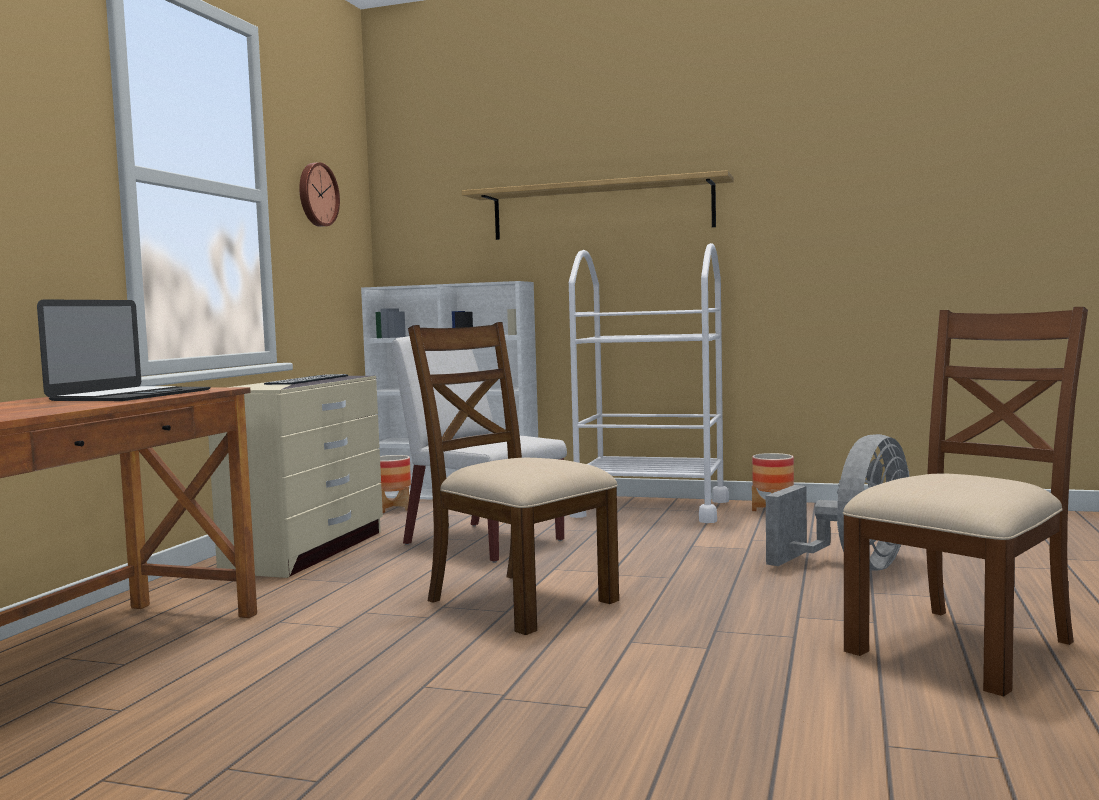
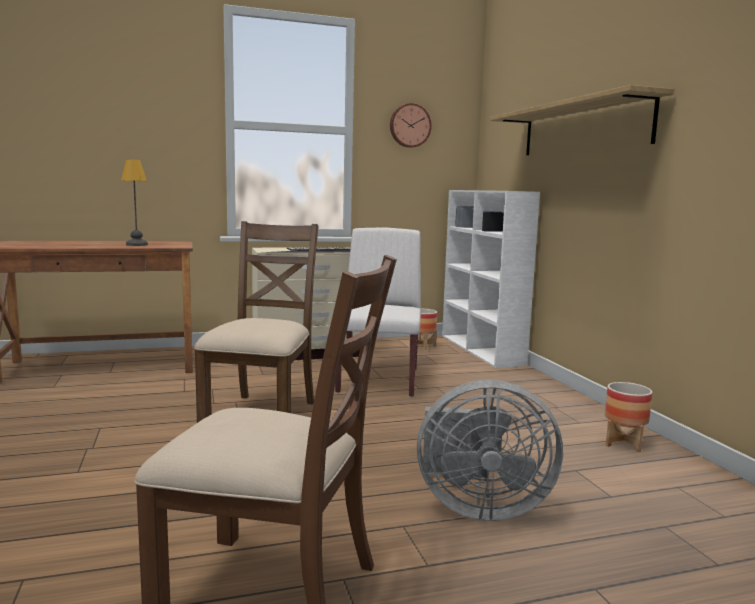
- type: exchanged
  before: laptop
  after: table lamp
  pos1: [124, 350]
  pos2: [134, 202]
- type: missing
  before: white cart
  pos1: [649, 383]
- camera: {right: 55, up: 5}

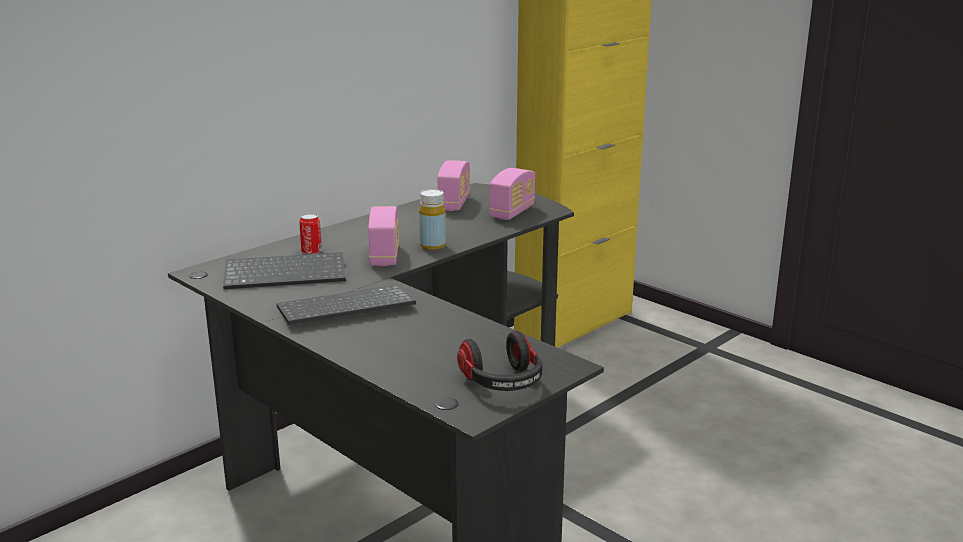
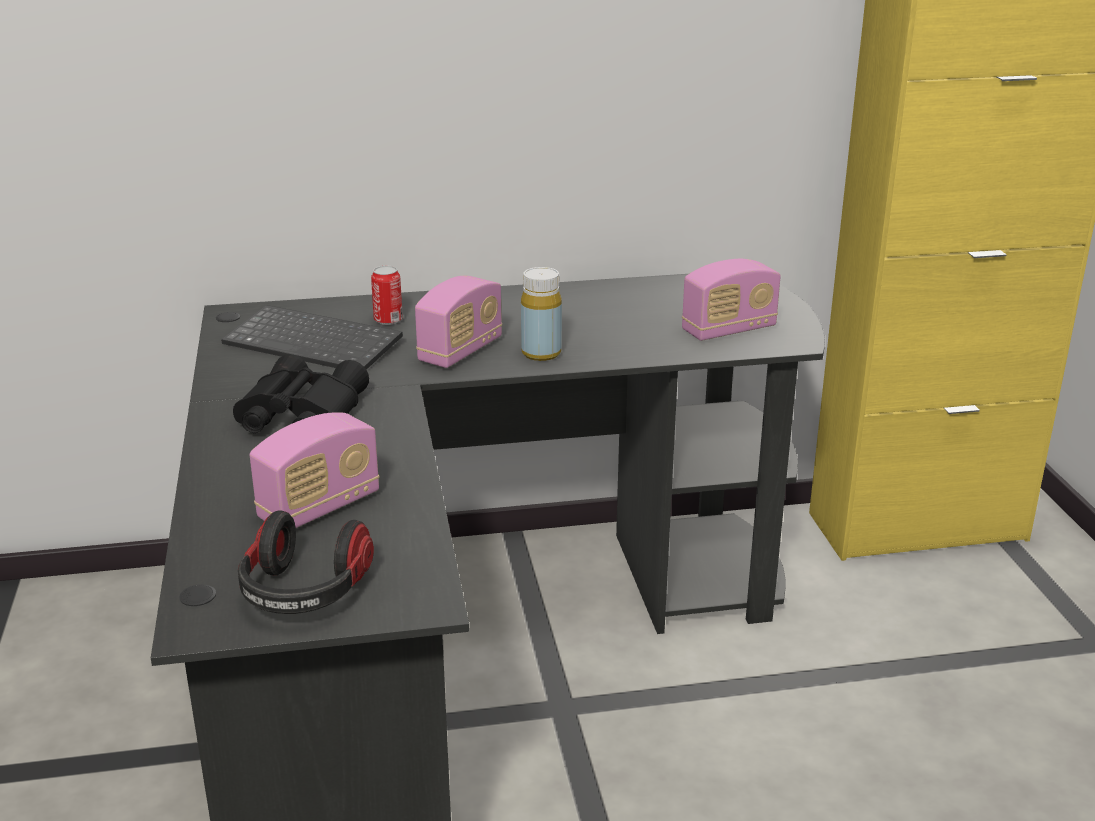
- type: exchanged
  before: keyboard
  after: black binoculars
  pos1: [346, 305]
  pos2: [301, 393]
- type: relocated
  before: radio
  pos1: [454, 185]
  pos2: [315, 470]
- camera: {right: 35, up: 5}

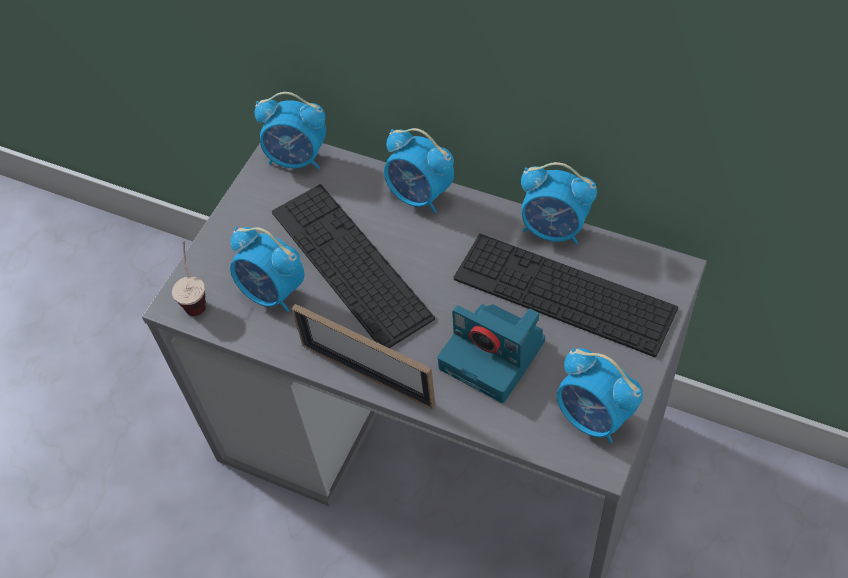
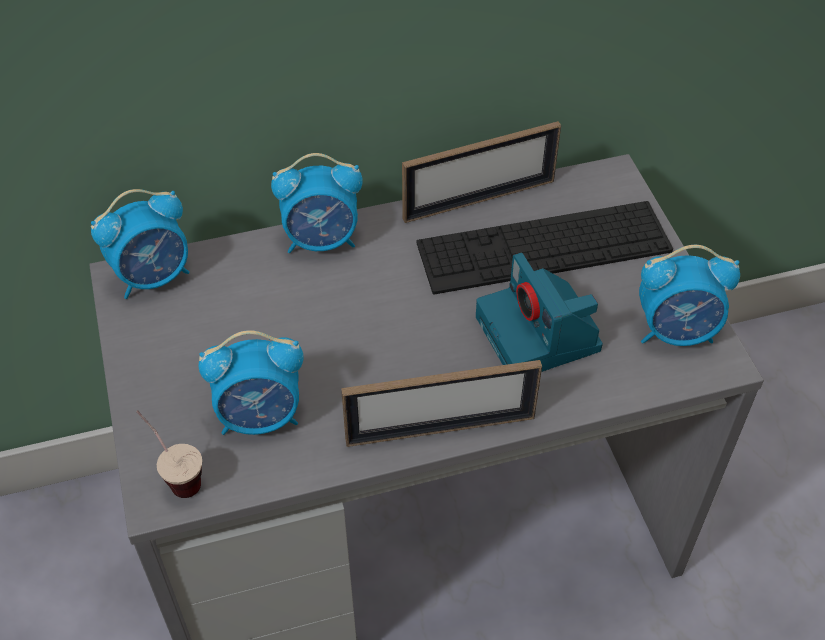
- type: exchanged
  before: alarm clock
  after: picture frame
  pos1: [559, 203]
  pos2: [481, 172]
- type: spun
  before: photo camera
  pos1: [491, 353]
  pos2: [539, 312]
  turn: 75
- type: missing
  before: keyboard
  pos1: [353, 266]
- camera: {right: -45, up: -5}

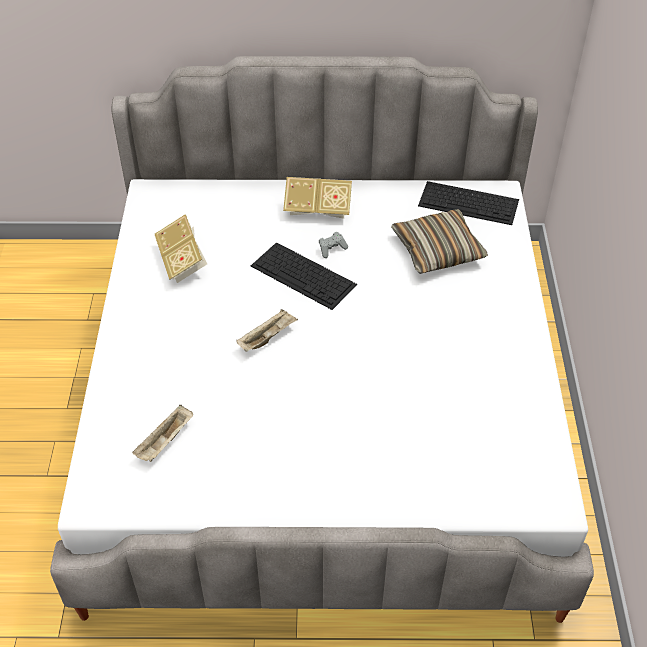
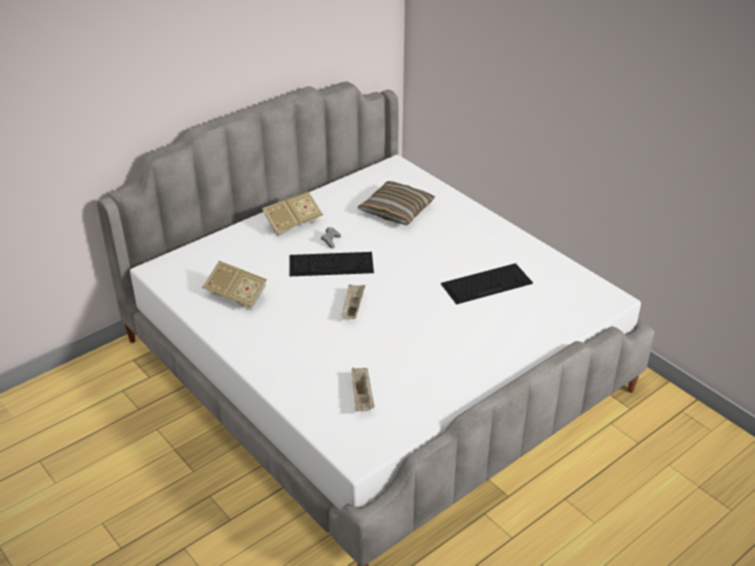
- type: relocated
  before: keyboard
  pos1: [468, 203]
  pos2: [487, 283]
- camera: {right: -40, up: -10}

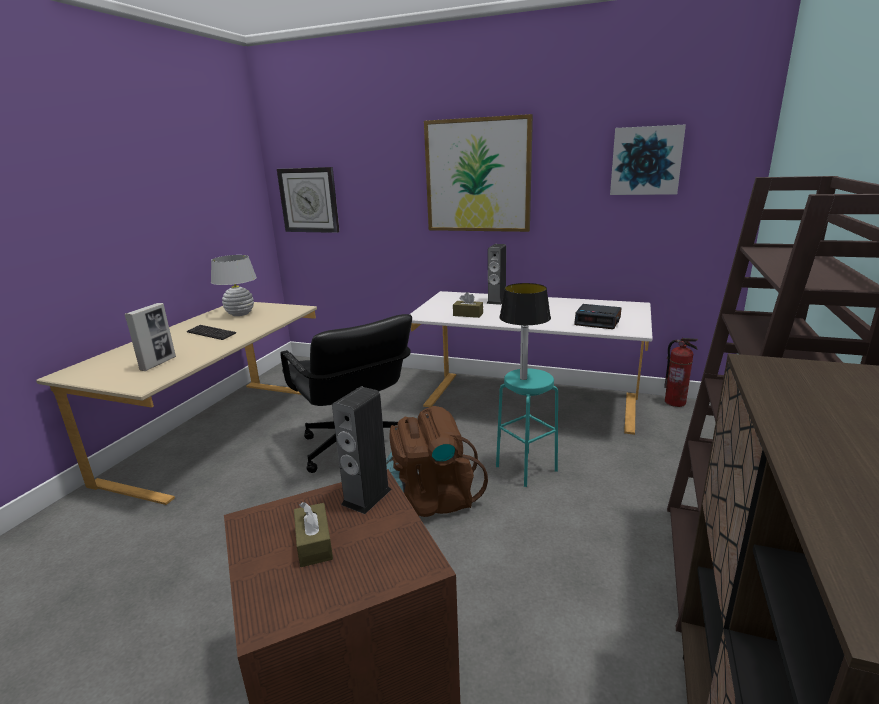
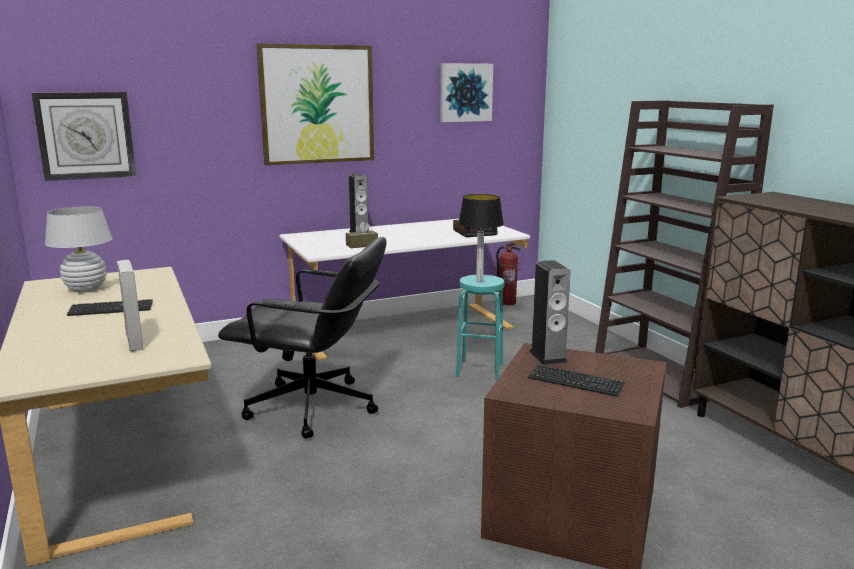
- type: exchanged
  before: brown tissue box
  after: keyboard
  pos1: [313, 534]
  pos2: [576, 380]
- type: missing
  before: brown backpack
  pos1: [437, 461]
- camera: {right: -45, up: -5}

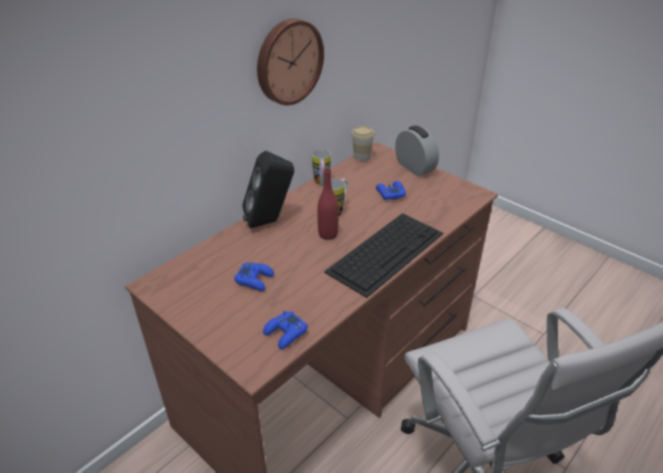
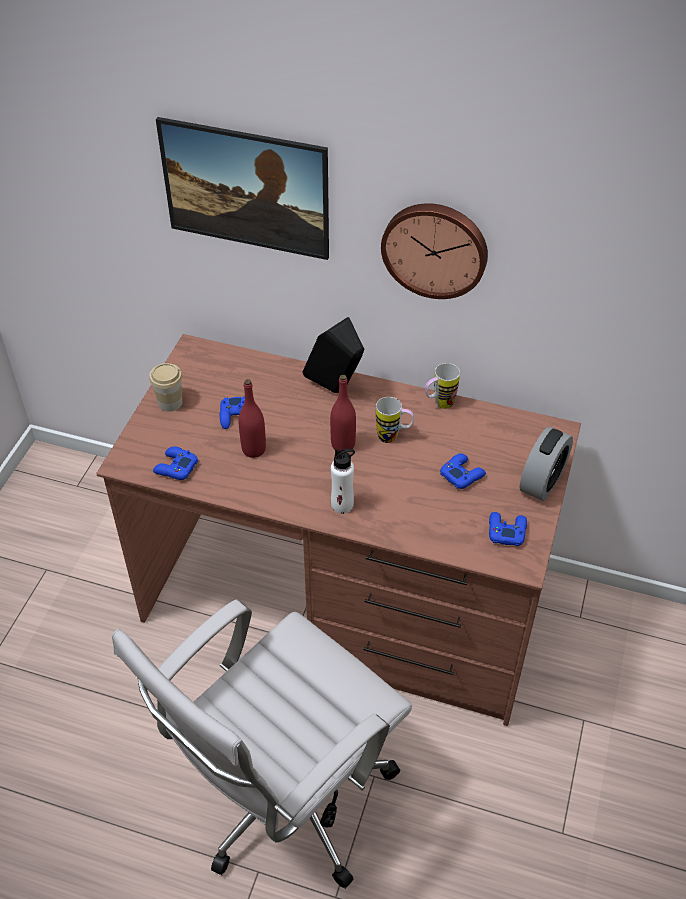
- type: relocated
  before: cup
  pos1: [362, 143]
  pos2: [166, 387]
- type: appeared
  after: picture
  pos2: [242, 188]
- type: appeared
  after: red bottle
  pos2: [252, 418]
- type: exchanged
  before: keyboard
  after: white bottle
  pos1: [383, 255]
  pos2: [343, 481]
- type: appeared
  after: blue game controller
  pos2: [508, 529]
- camera: {right: 65, up: 10}

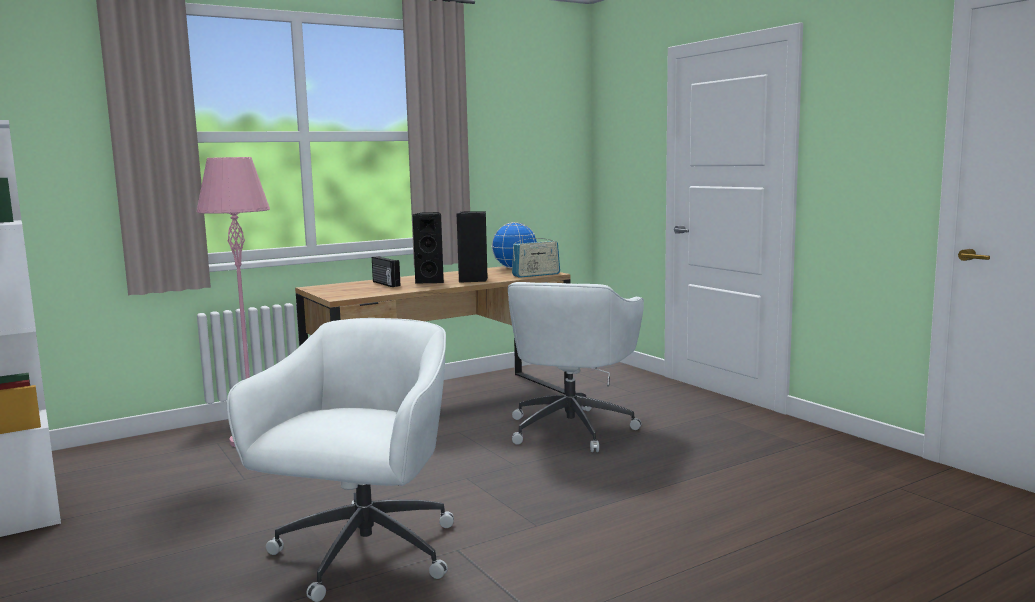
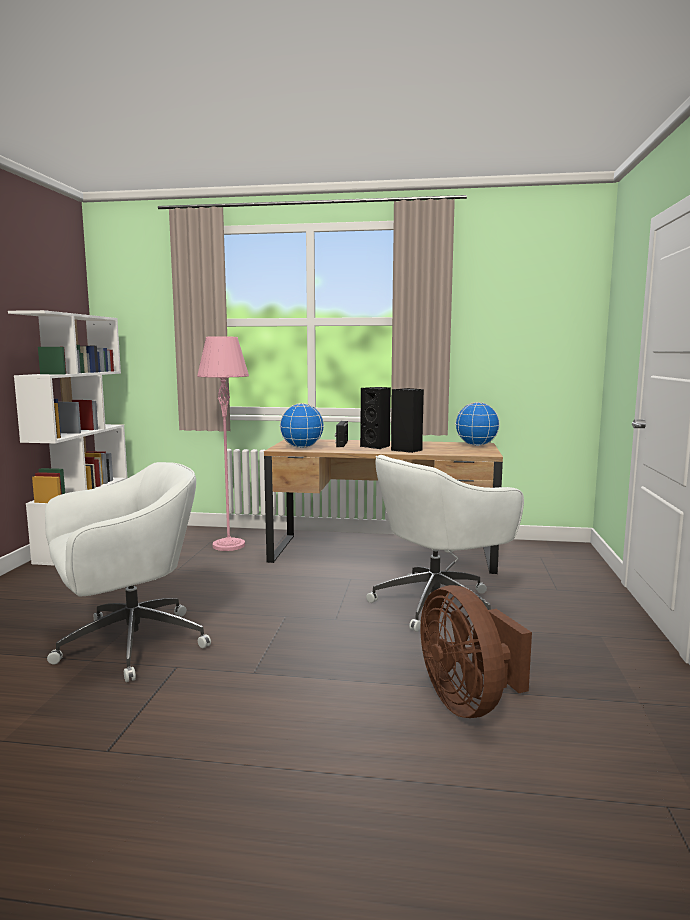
- type: appeared
  after: globe
  pos2: [302, 425]
- type: appeared
  after: brown fan
  pos2: [476, 651]
- type: missing
  before: radio
  pos1: [536, 256]
- camera: {right: 40, up: 0}

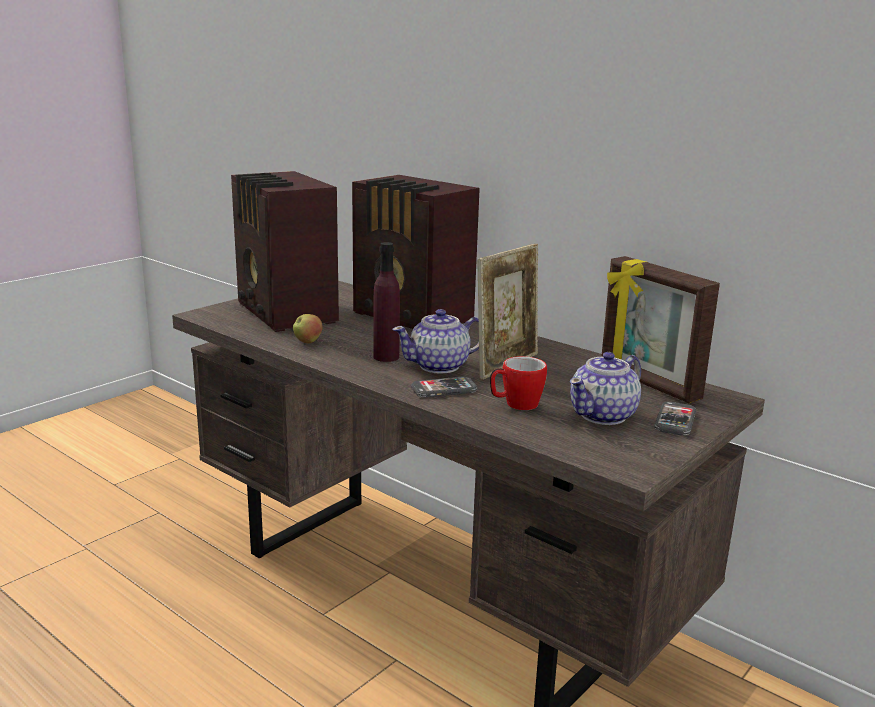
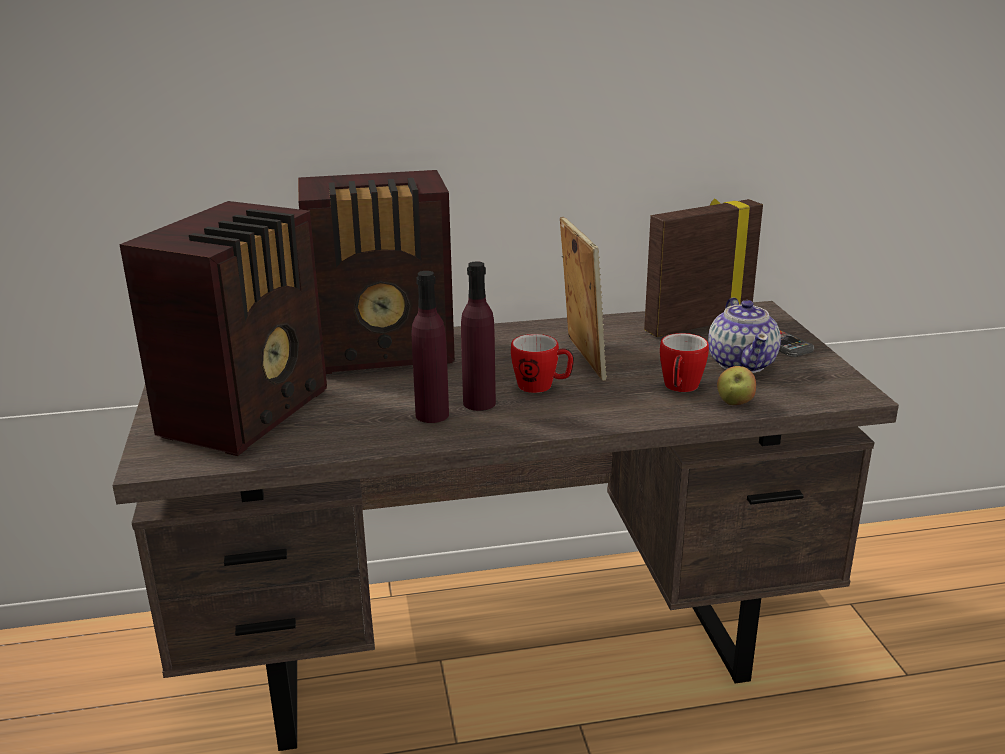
- type: spun
  before: radio
  pos1: [285, 251]
  pos2: [223, 328]
  turn: -75
- type: appeared
  after: purple bottle
  pos2: [430, 347]
- type: exchanged
  before: teapot
  after: mug
  pos1: [435, 341]
  pos2: [542, 363]
- type: spun
  before: picture frame
  pos1: [660, 329]
  pos2: [703, 267]
  turn: 150
- type: relocated
  before: apple
  pos1: [308, 328]
  pos2: [736, 385]
- type: missing
  before: phone
  pos1: [444, 387]
- camera: {right: -50, up: 5}

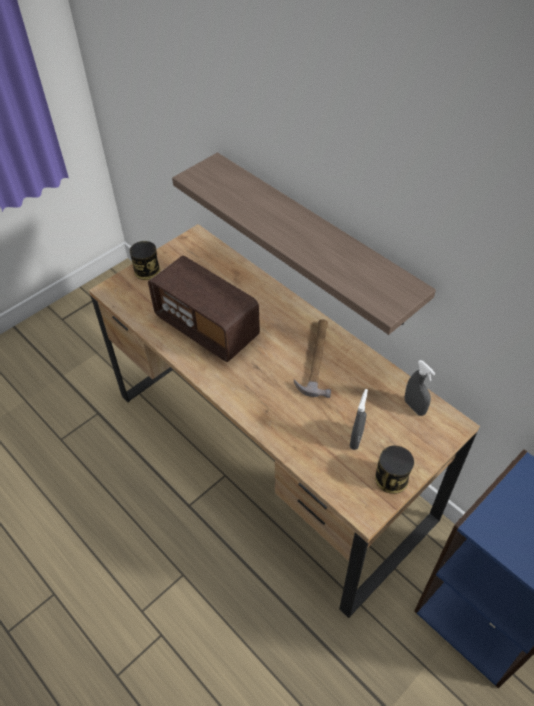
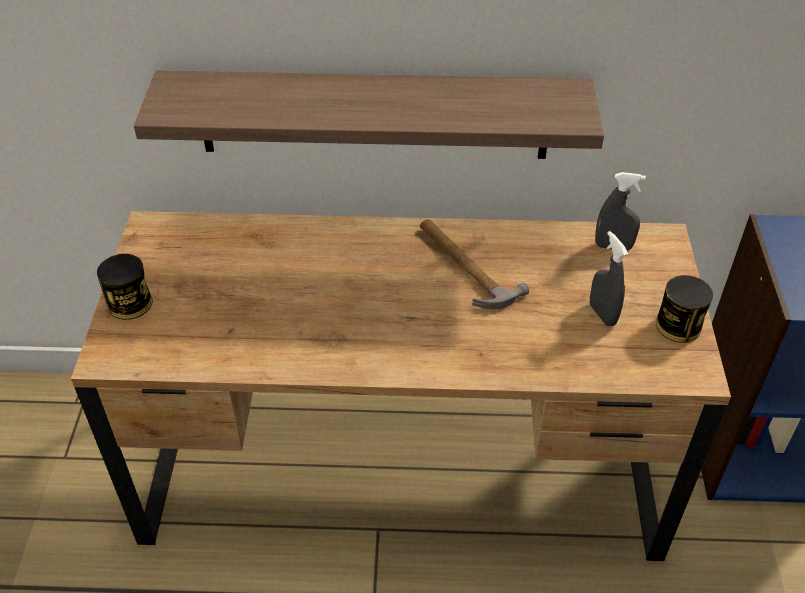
- type: missing
  before: radio
  pos1: [204, 308]
- camera: {right: -45, up: -5}

